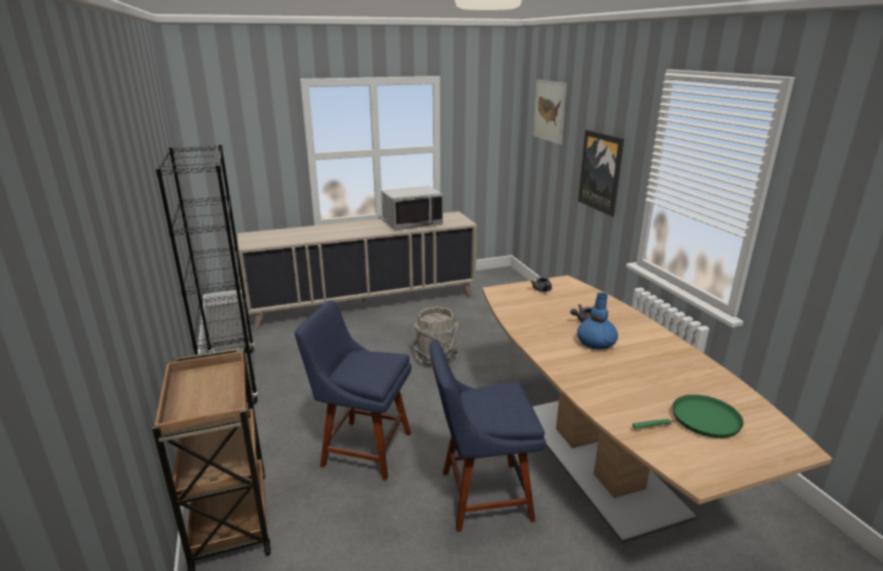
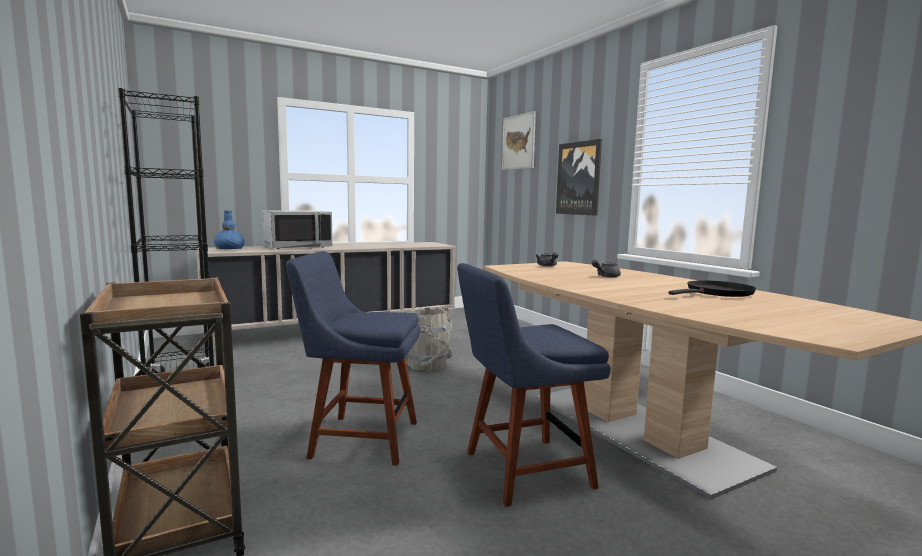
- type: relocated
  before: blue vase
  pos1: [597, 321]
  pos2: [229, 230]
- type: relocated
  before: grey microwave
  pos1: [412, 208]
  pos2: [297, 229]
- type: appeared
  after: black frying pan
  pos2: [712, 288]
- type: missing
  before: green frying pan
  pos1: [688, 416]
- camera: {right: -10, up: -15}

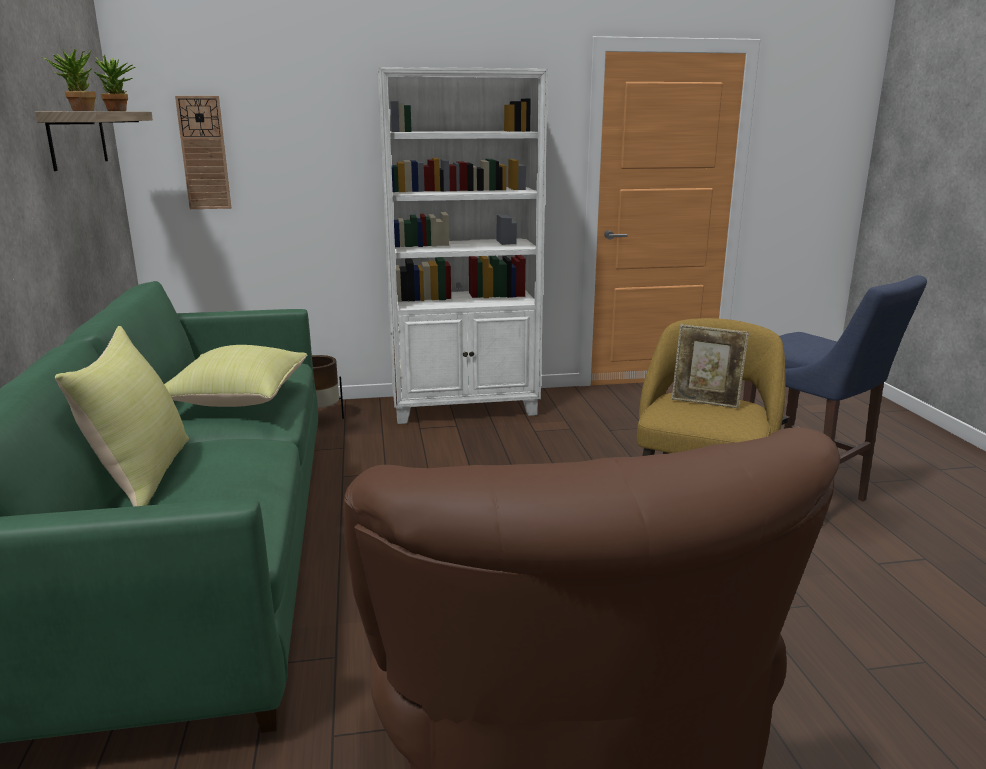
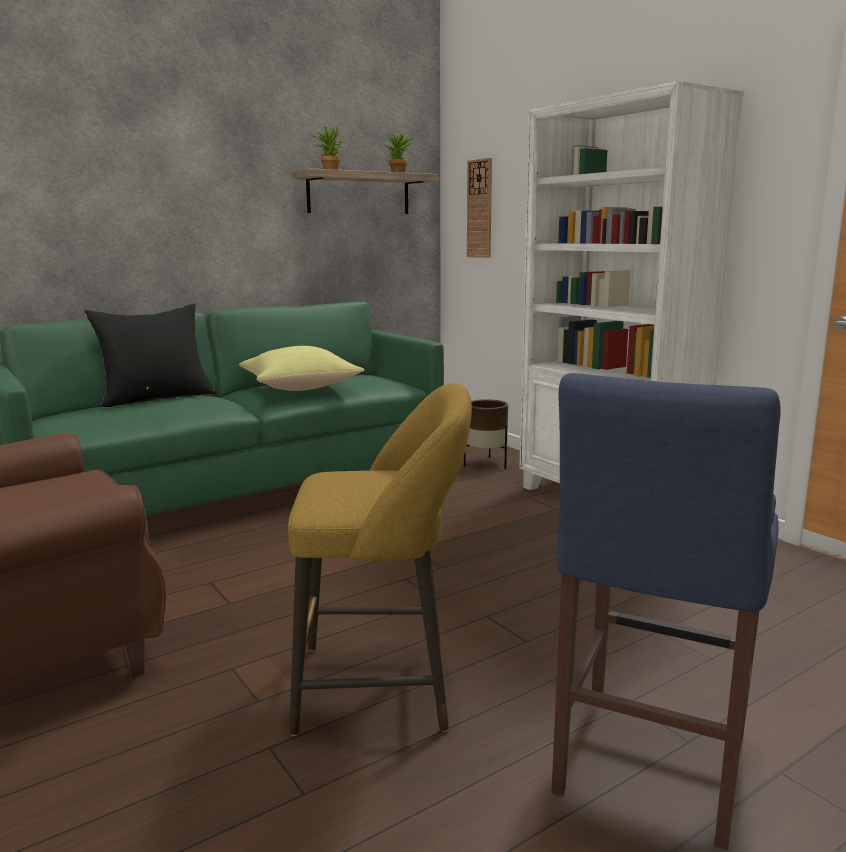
- type: colour
  before: yellow pillow
  after: black pillow
  pos1: [122, 416]
  pos2: [150, 355]
- type: missing
  before: picture frame
  pos1: [710, 366]
- camera: {right: 65, up: -5}

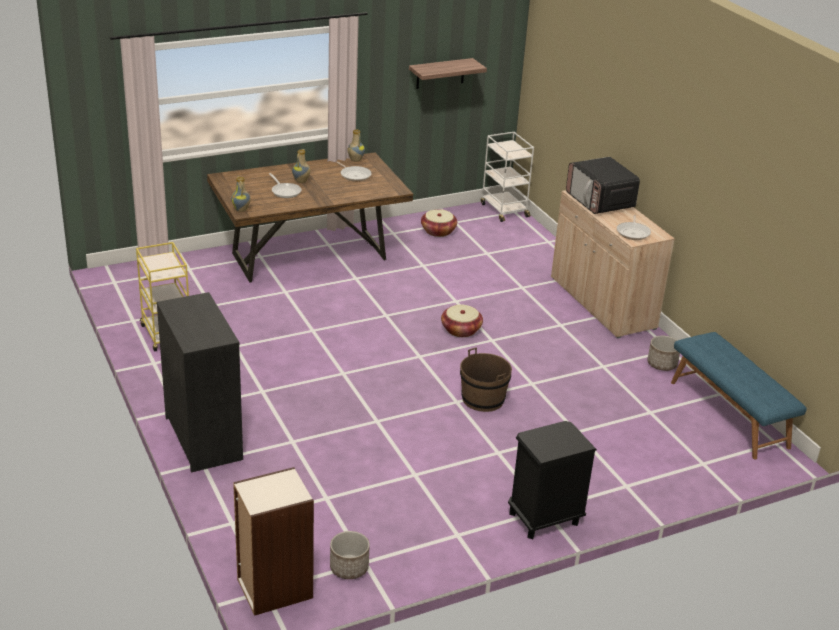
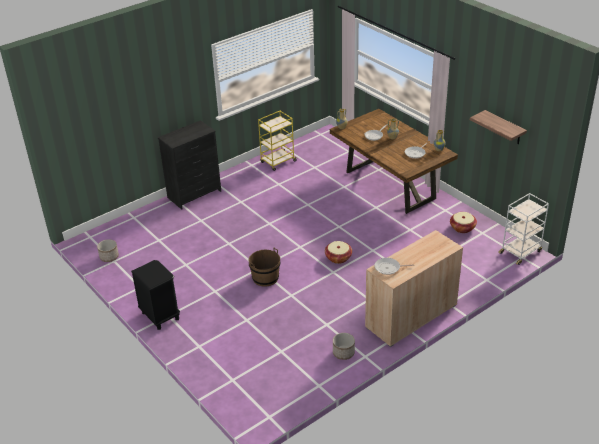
- type: missing
  before: bookcase
  pos1: [273, 541]
- type: missing
  before: microwave
  pos1: [603, 185]
- type: missing
  before: blue bench
  pos1: [739, 395]
- camera: {right: 80, up: 5}

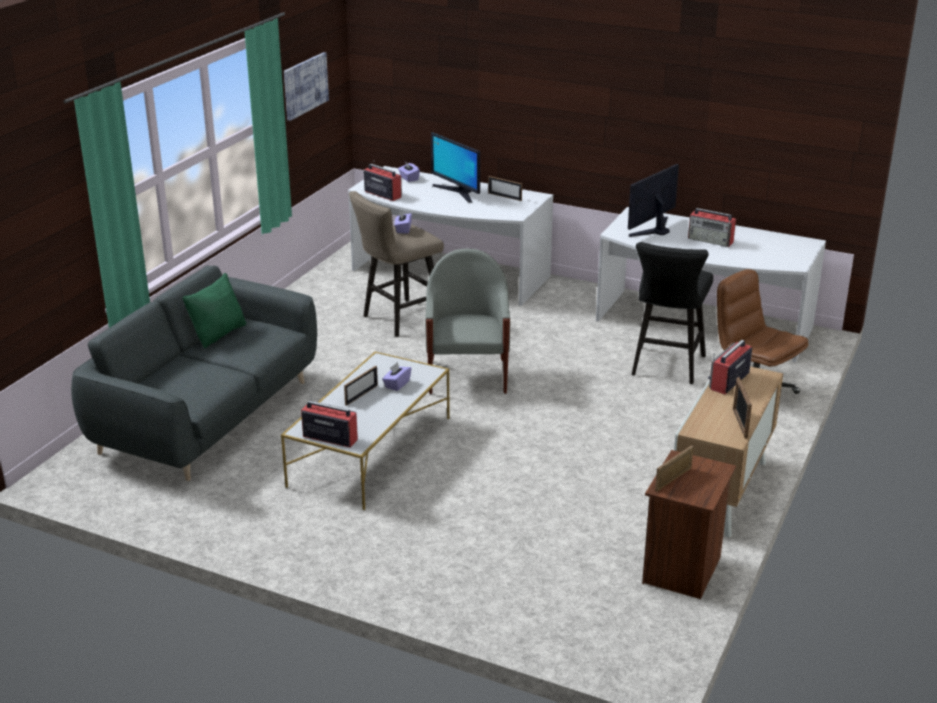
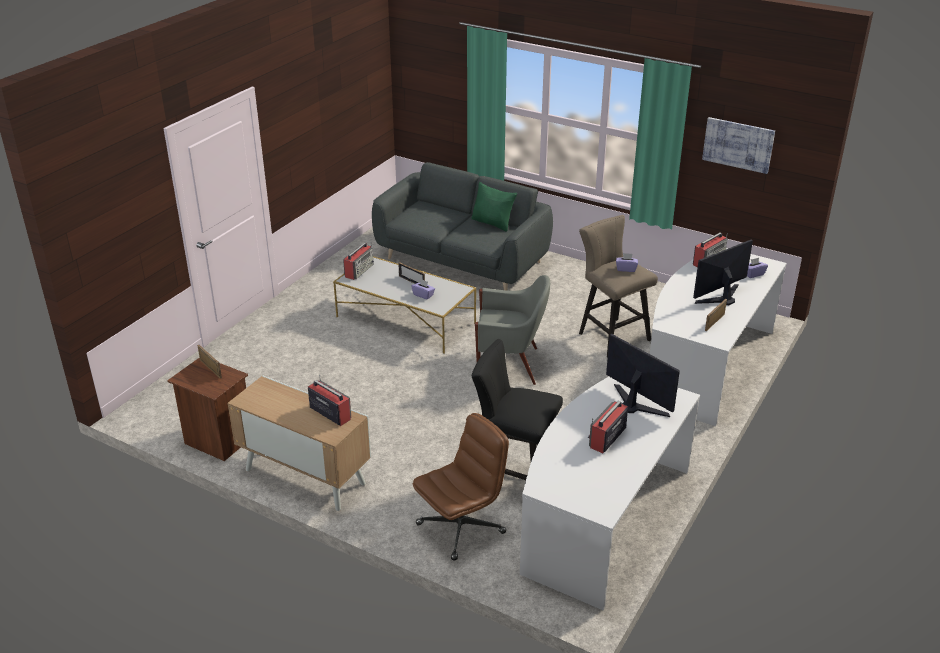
- type: missing
  before: picture frame
  pos1: [742, 407]
- camera: {right: 95, up: 5}

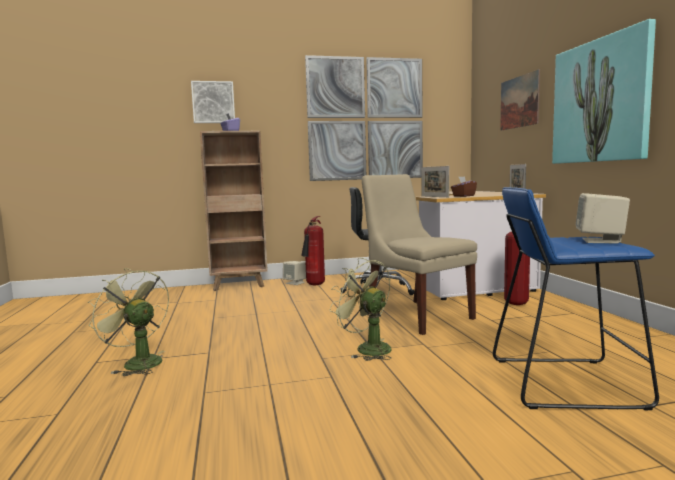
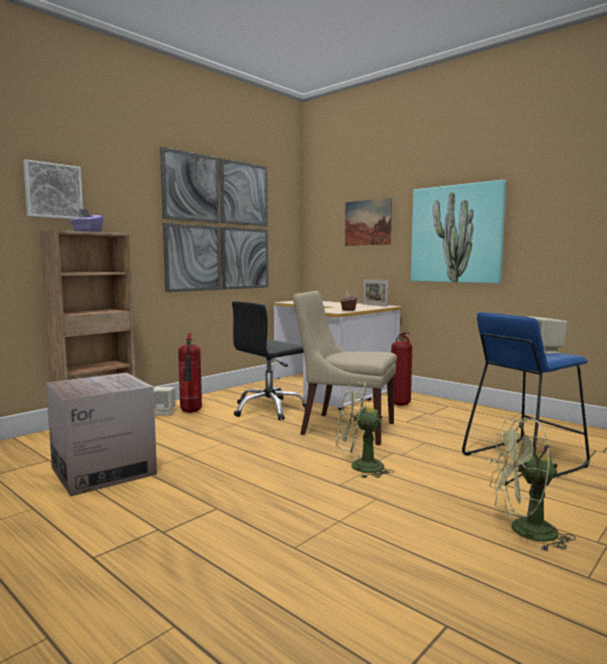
- type: appeared
  after: cardboard box
  pos2: [101, 434]
- type: relocated
  before: green fan
  pos1: [128, 322]
  pos2: [532, 484]
- type: missing
  before: picture frame
  pos1: [435, 181]
- camera: {right: -35, up: 0}

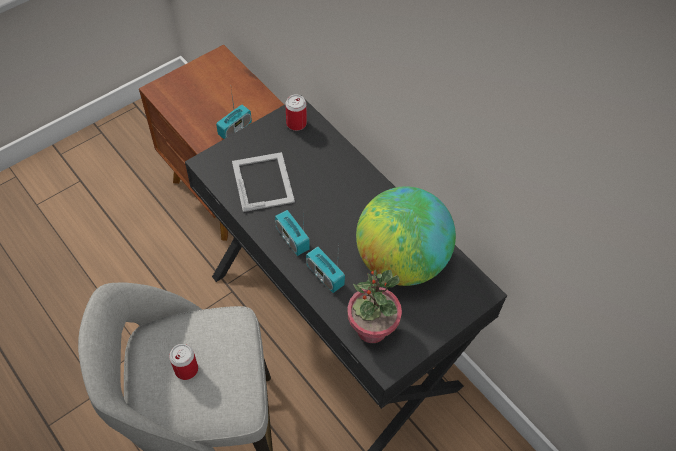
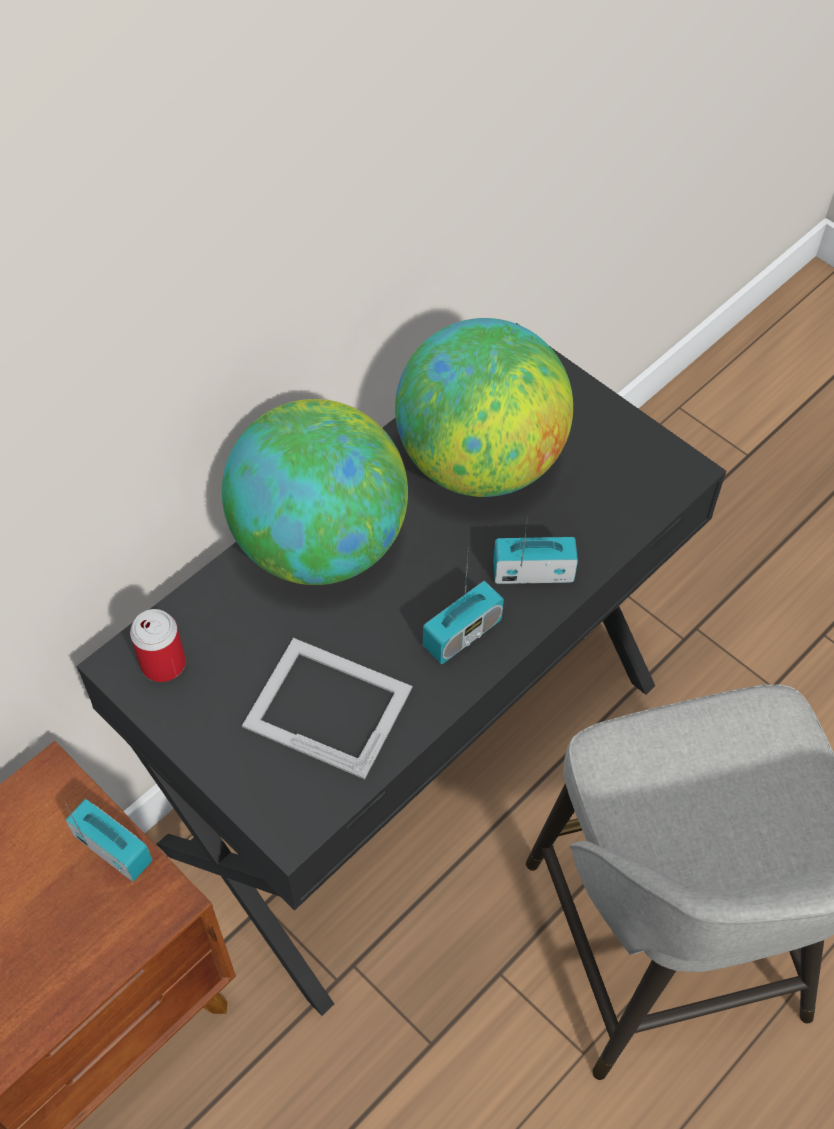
- type: appeared
  after: globe
  pos2: [315, 492]
- type: spun
  before: picture frame
  pos1: [263, 182]
  pos2: [327, 708]
  turn: 45
- type: spun
  before: radio
  pos1: [325, 268]
  pos2: [535, 550]
  turn: -135
- type: missing
  before: can
  pos1: [183, 362]
- type: missing
  before: potted plant
  pos1: [374, 306]
- camera: {right: -95, up: 0}

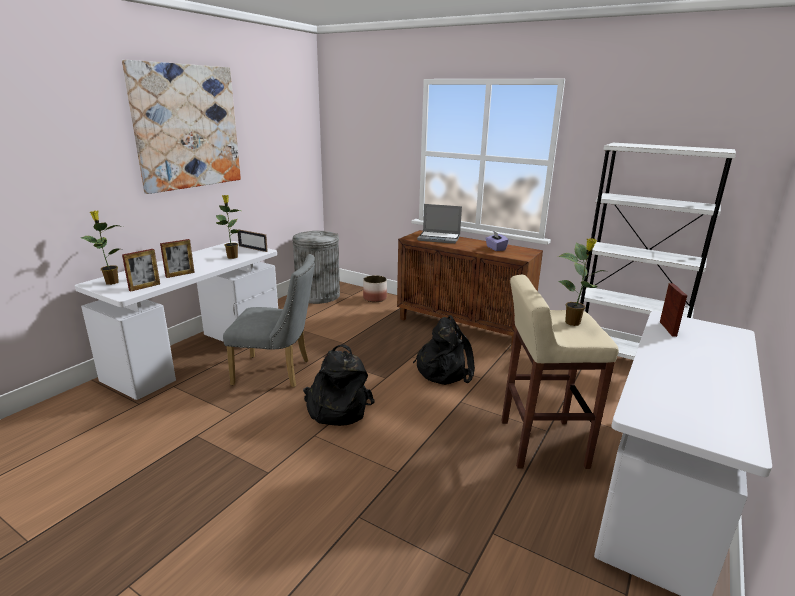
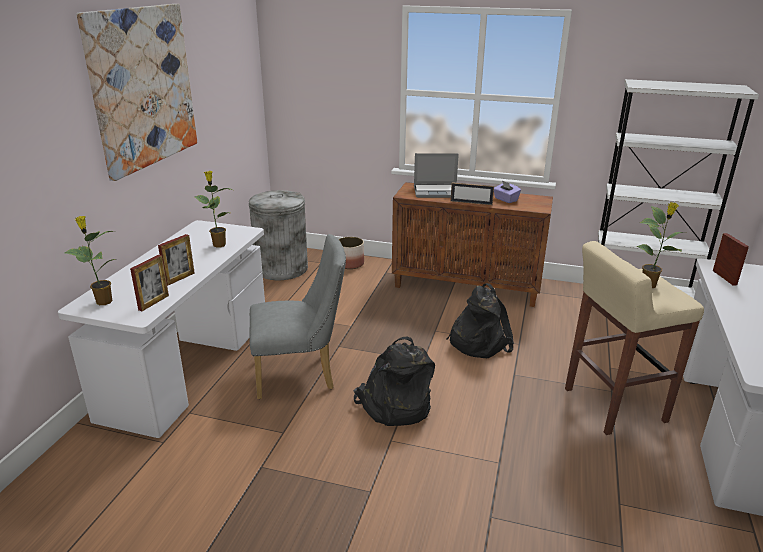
- type: relocated
  before: picture frame
  pos1: [253, 240]
  pos2: [472, 193]
- camera: {right: -15, up: 5}

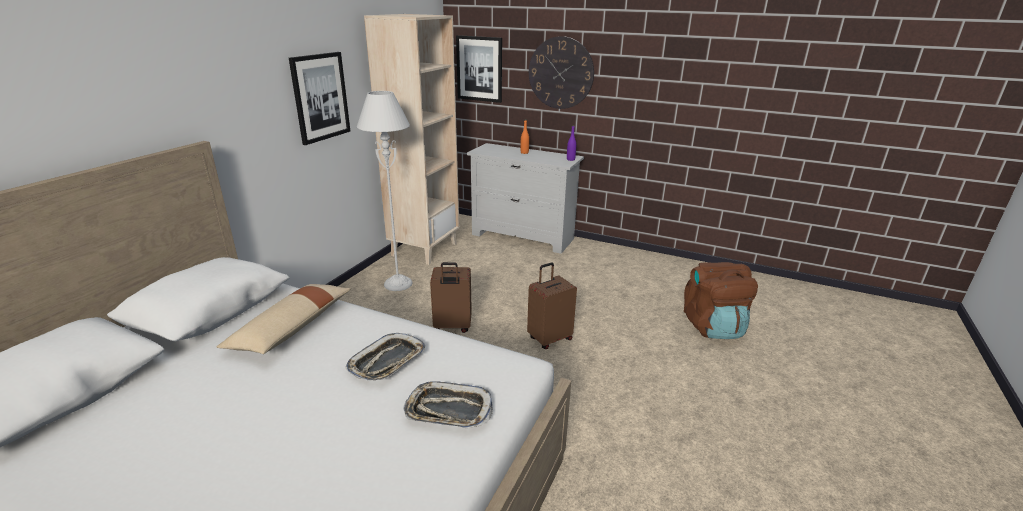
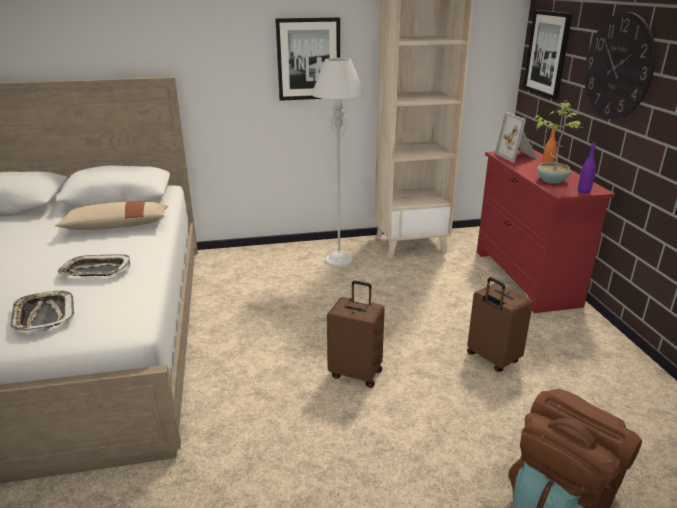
- type: relocated
  before: brown suitcase
  pos1: [451, 297]
  pos2: [500, 324]
- type: colour
  before: white dresser
  after: red dresser
  pos1: [525, 198]
  pos2: [546, 231]
- type: appeared
  after: picture frame
  pos2: [516, 137]
- type: appeared
  after: potted plant
  pos2: [558, 142]
- camera: {right: 55, up: 0}

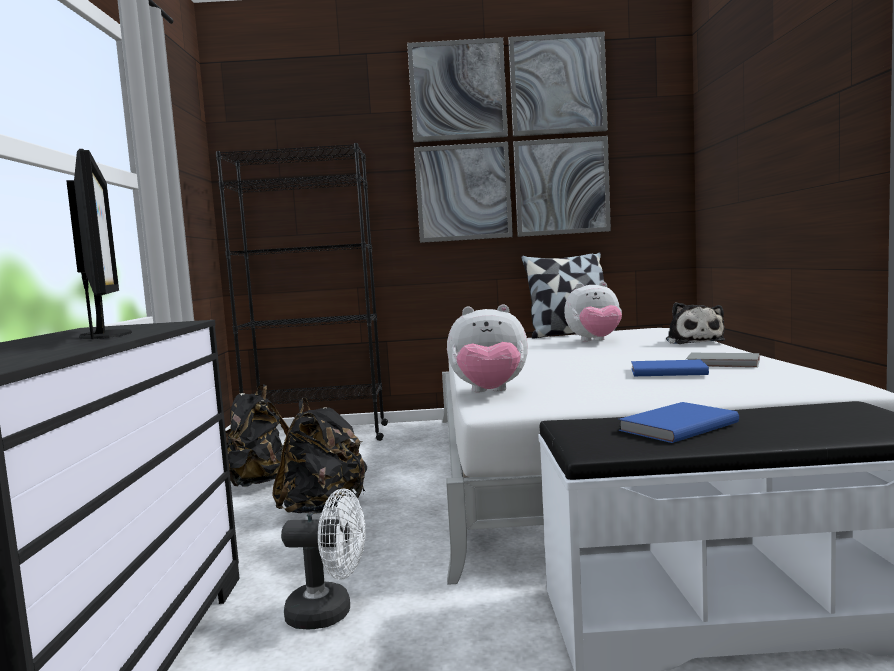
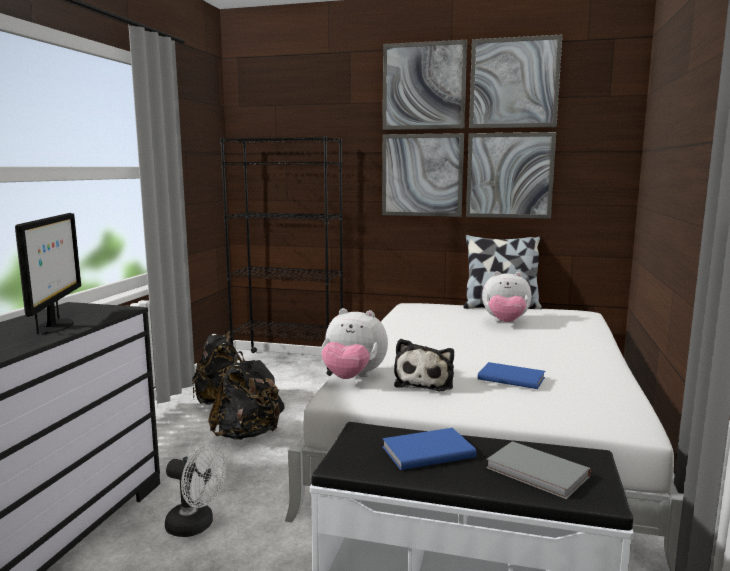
- type: relocated
  before: plush toy
  pos1: [695, 323]
  pos2: [424, 365]
- type: relocated
  before: grey book
  pos1: [723, 360]
  pos2: [538, 470]
- camera: {right: 15, up: 5}

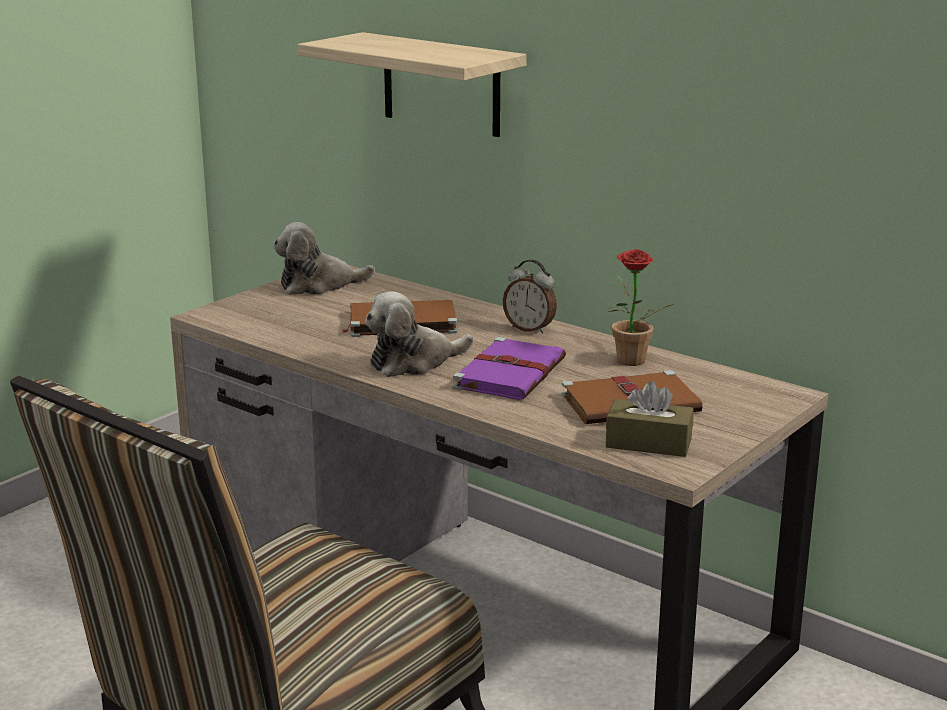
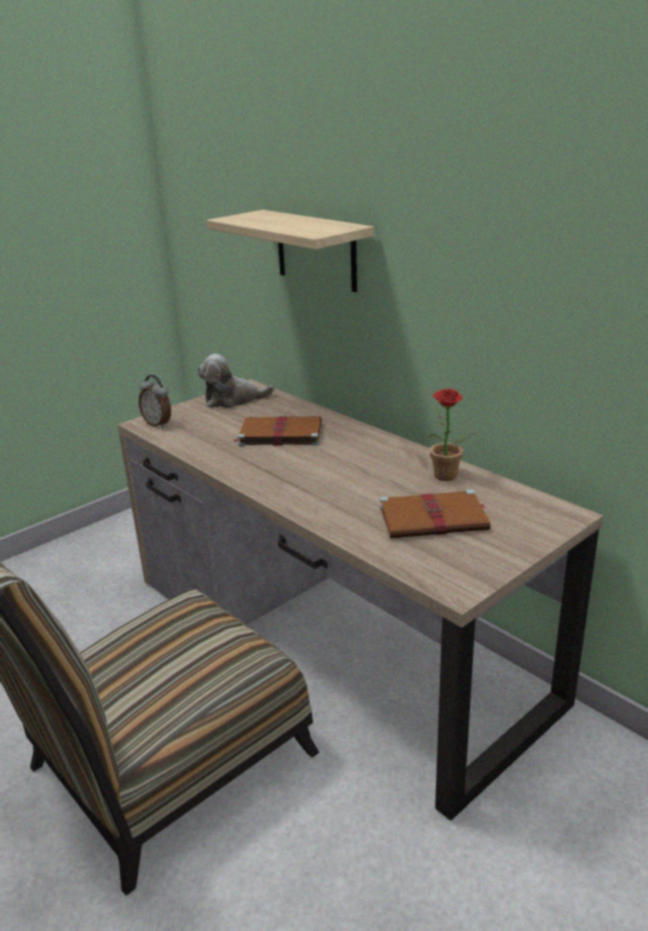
- type: relocated
  before: alarm clock
  pos1: [530, 296]
  pos2: [155, 401]
- type: missing
  before: plush toy
  pos1: [419, 334]
- type: missing
  before: purple book
  pos1: [509, 368]
- type: missing
  before: brown tissue box
  pos1: [650, 419]
- camera: {right: 10, up: 5}

